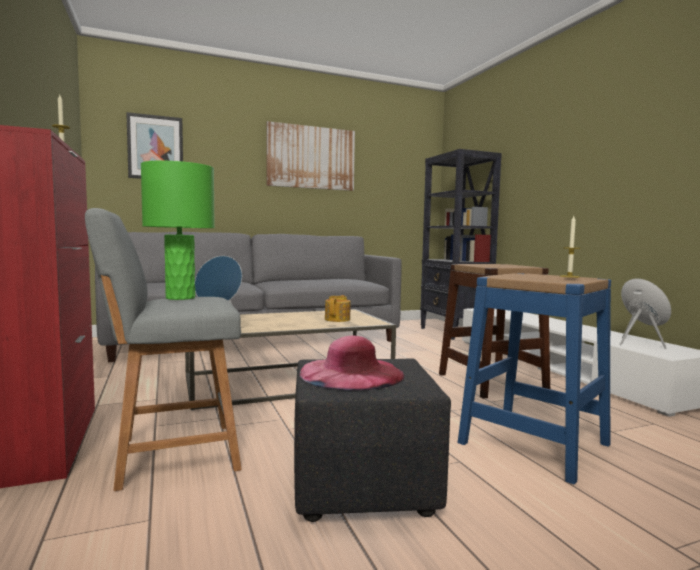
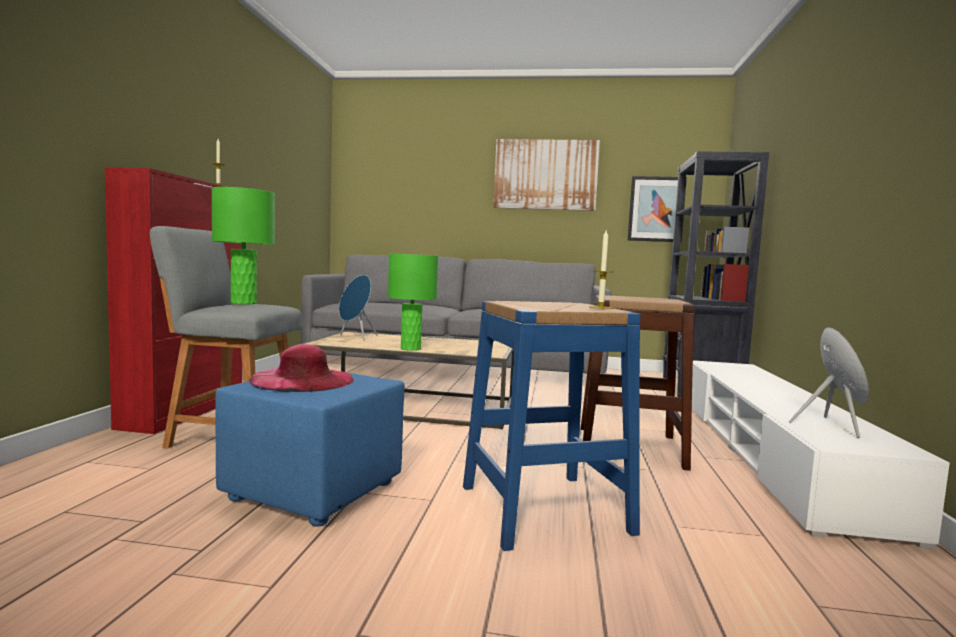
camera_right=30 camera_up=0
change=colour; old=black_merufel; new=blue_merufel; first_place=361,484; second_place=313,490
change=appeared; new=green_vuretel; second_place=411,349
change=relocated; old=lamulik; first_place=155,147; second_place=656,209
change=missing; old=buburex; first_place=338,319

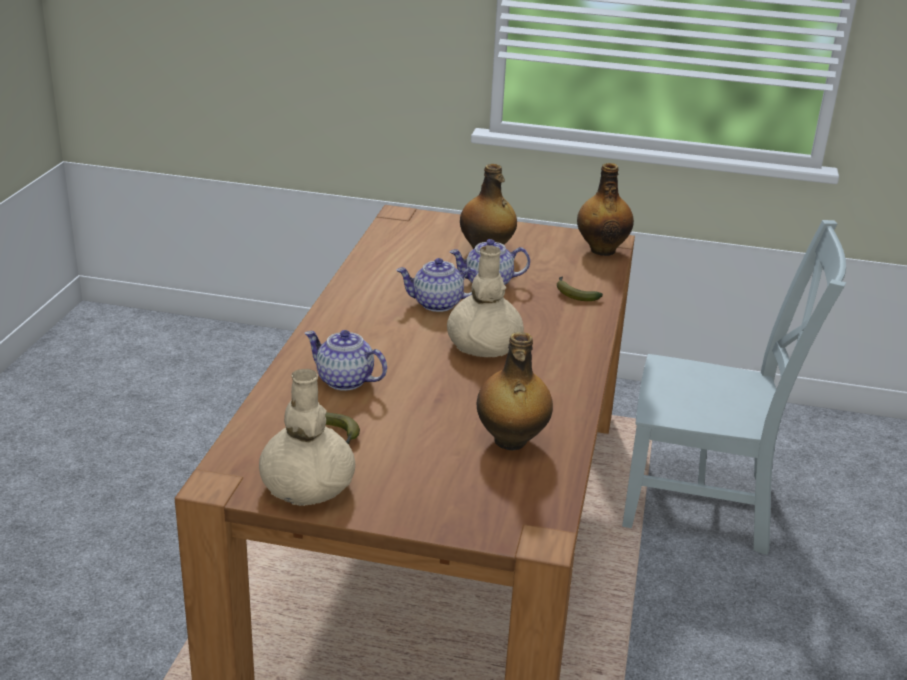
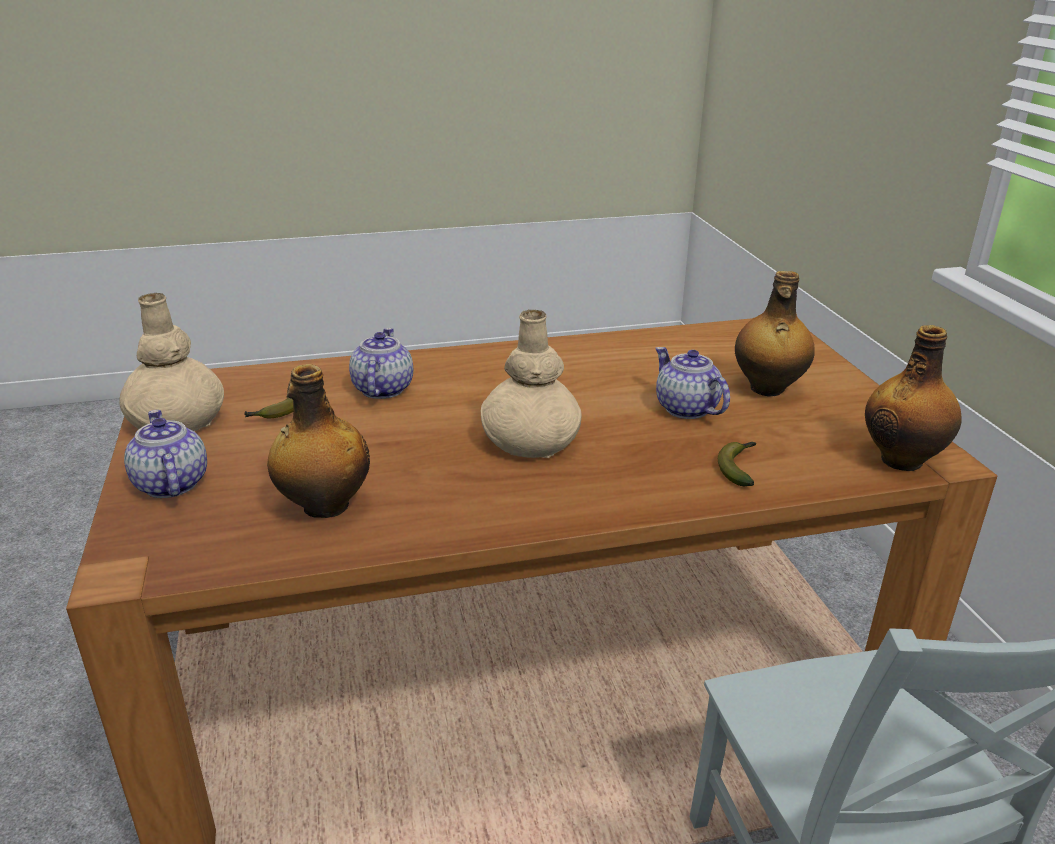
camera_right=65 camera_up=0
change=relocated; old=buburex; first_place=437,304; second_place=170,484

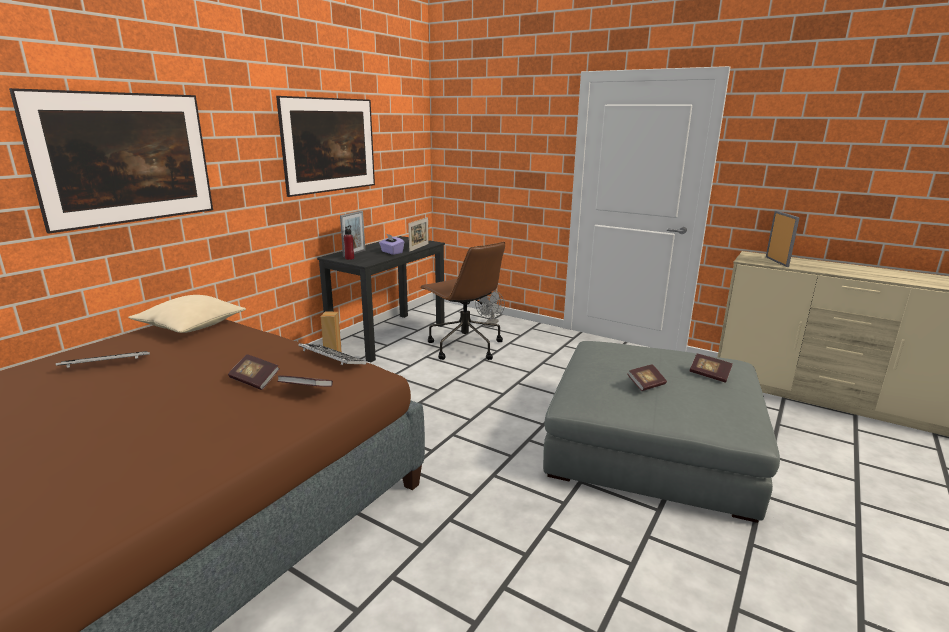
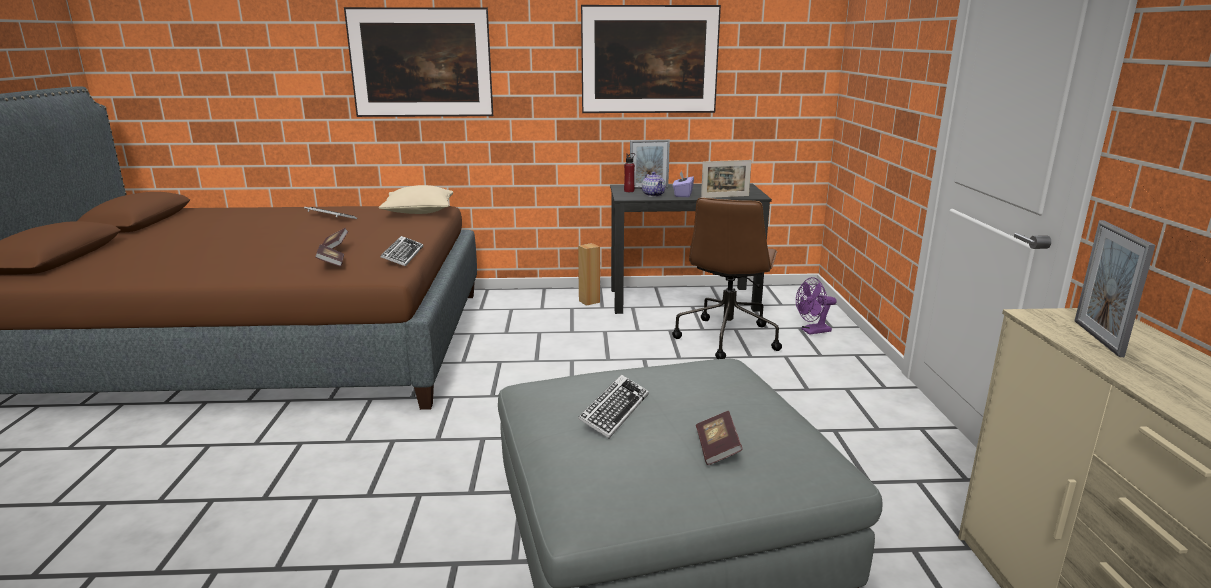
camera_right=55 camera_up=0
change=exchanged; old=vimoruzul; new=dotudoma; first_place=646,385; second_place=614,411
change=appeared; new=buburex; second_place=653,195
change=colour; old=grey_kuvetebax; new=purple_kuvetebax; first_place=490,325; second_place=812,331
change=spun; old=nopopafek; first_place=776,262; second_place=1097,338; degrees=135

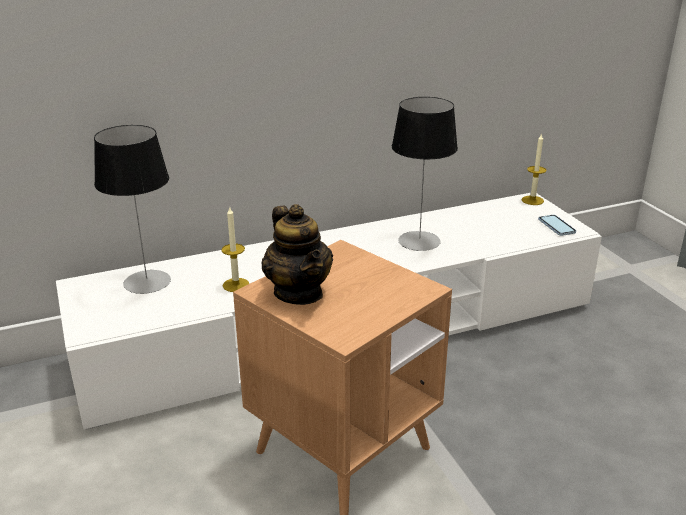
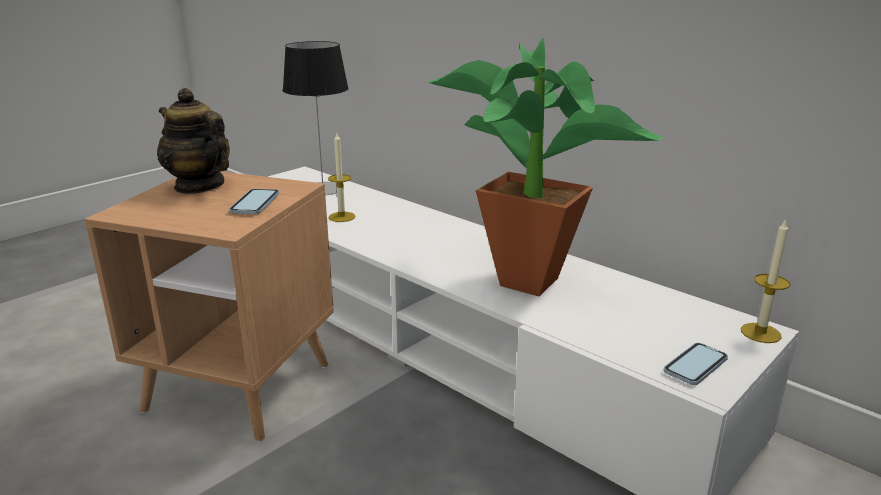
camera_right=65 camera_up=-5
change=spun; old=buburex; first_place=299,293; second_place=199,186; degrees=90
change=appeared; new=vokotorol; second_place=255,203
change=exchanged; old=vuretel; new=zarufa; first_place=419,241; second_place=521,276

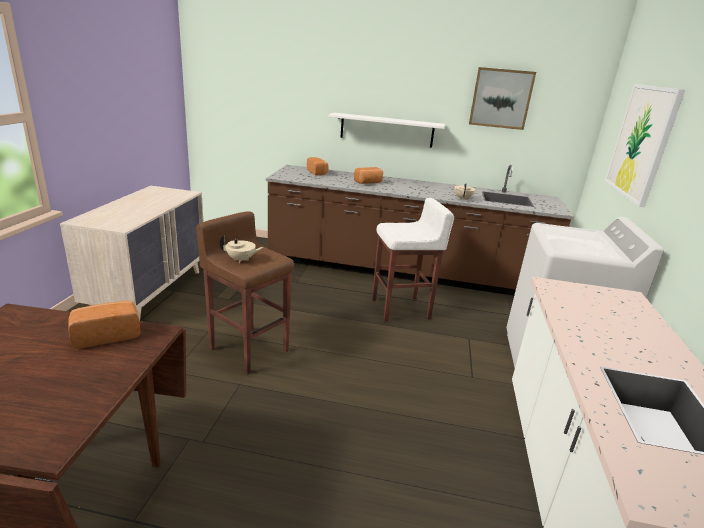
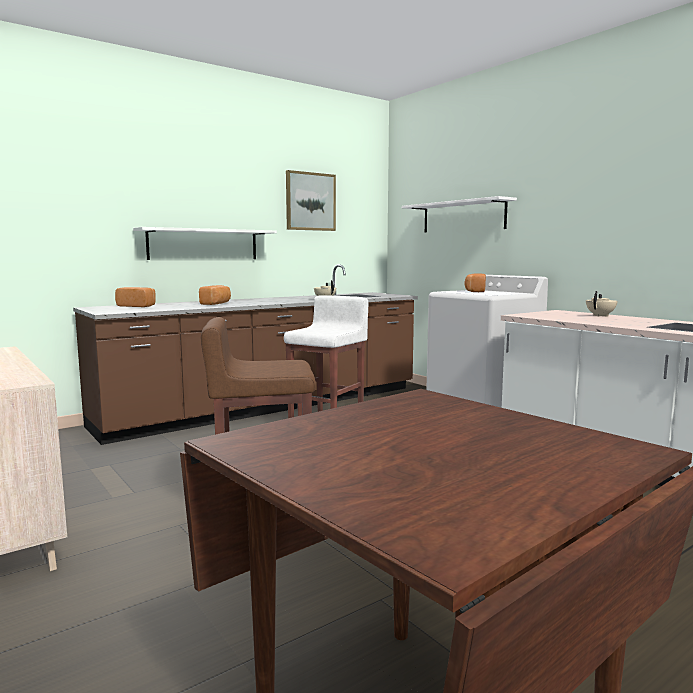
camera_right=-45 camera_up=-15
change=exchanged; old=lamulik; new=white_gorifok; first_place=641,142; second_place=463,216
change=relocated; old=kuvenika; first_place=107,335; second_place=474,291
change=relocated; old=beige_buburex; first_place=241,260; second_place=600,315

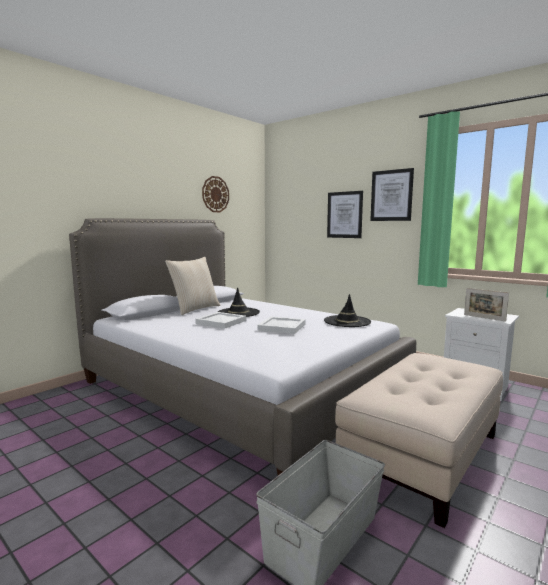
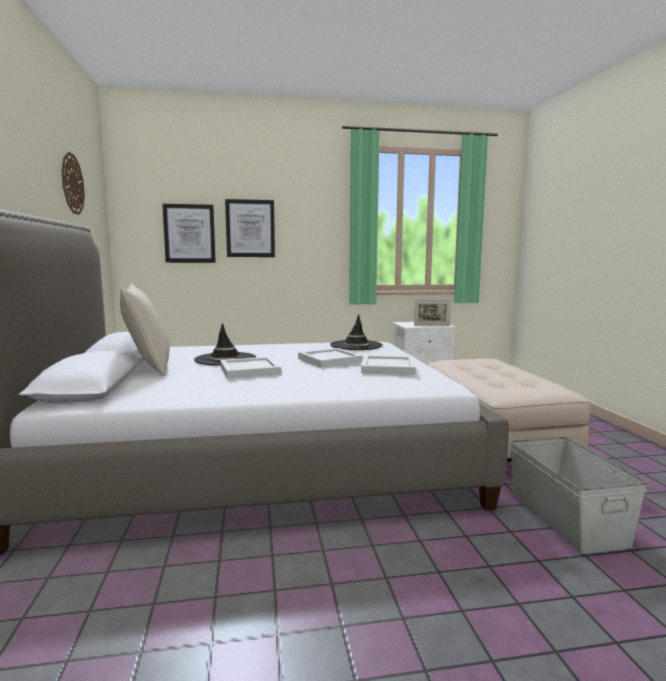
camera_right=-50 camera_up=0
change=relocated; old=lamulik; first_place=391,195; second_place=189,233
change=appeared; new=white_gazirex; second_place=388,368

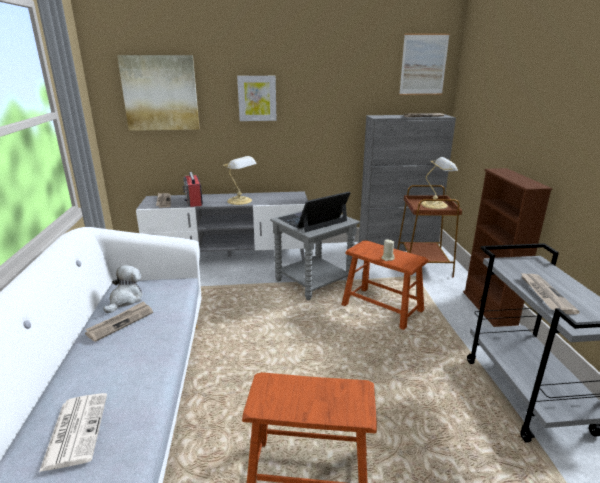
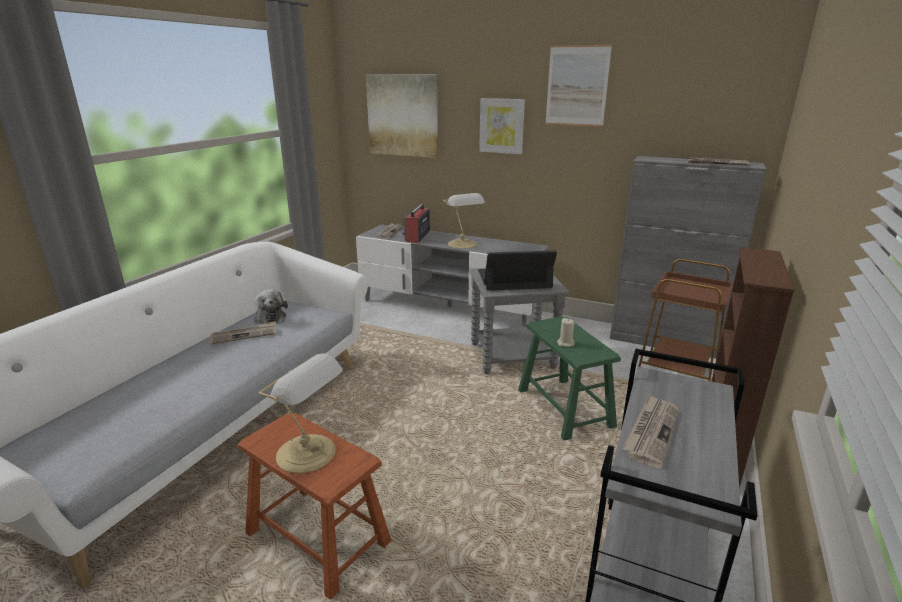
camera_right=30 camera_up=0
change=spun; old=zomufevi; first_place=125,300; second_place=270,317; degrees=105
change=relocated; old=vuretel; first_place=435,204; second_place=309,454
change=colour; old=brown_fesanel; new=green_fesanel; first_place=382,307; second_place=564,407
change=relocated; old=lamulik; first_place=423,64; second_place=577,86
change=missing; old=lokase; first_place=76,429

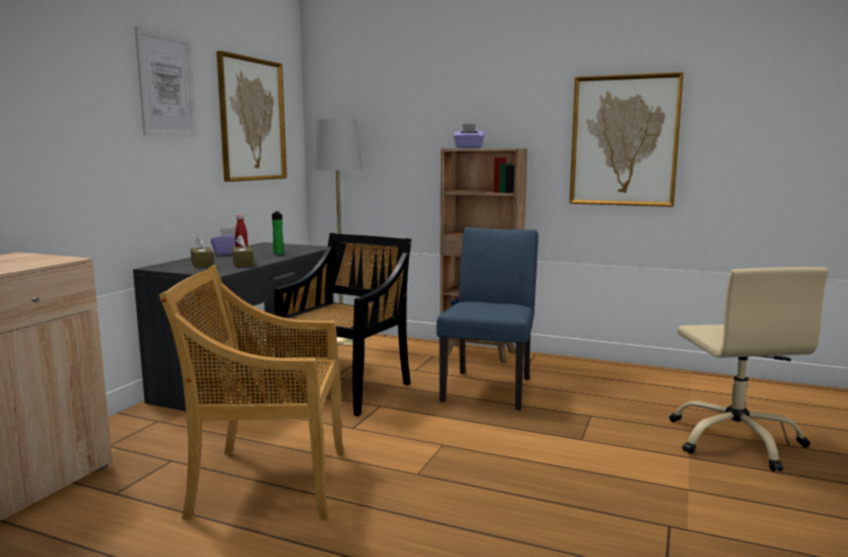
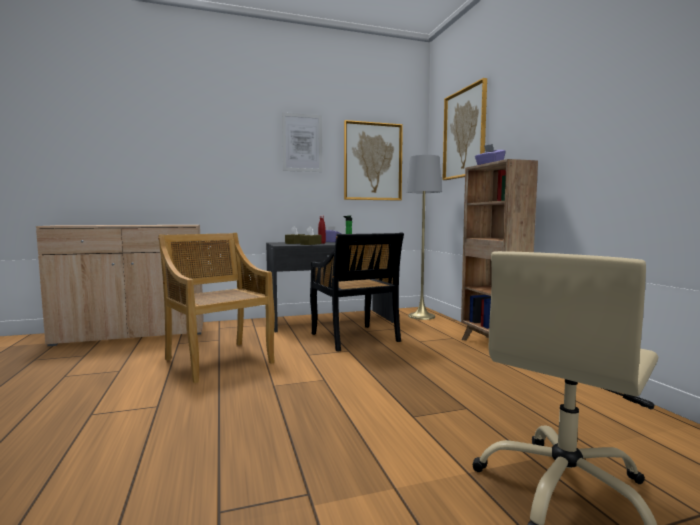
camera_right=50 camera_up=-5
change=spun; old=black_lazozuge; first_place=347,389; second_place=355,338; degrees=75
change=relocated; old=lamulik; first_place=624,141; second_place=464,133
change=missing; old=blue_lazozuge; first_place=489,386

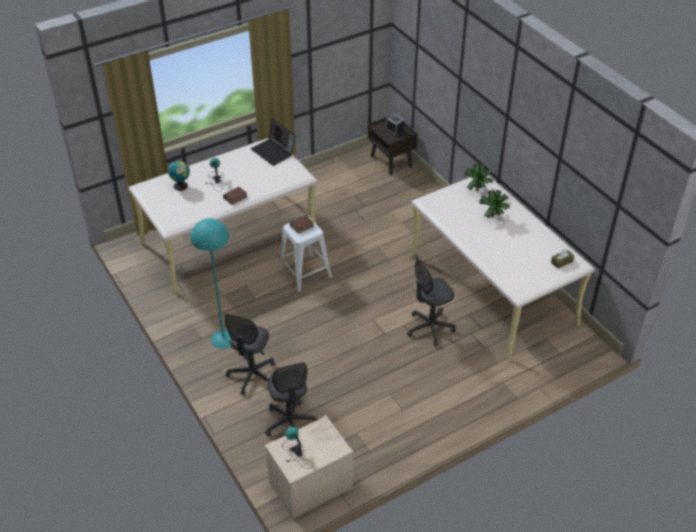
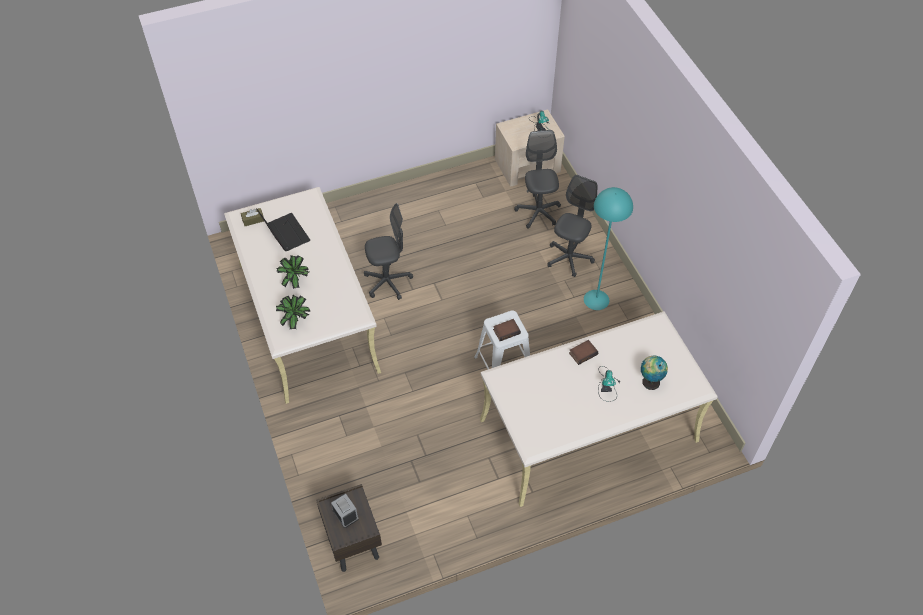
camera_right=-170 camera_up=10
change=relocated; old=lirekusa; first_place=274,152; second_place=284,234

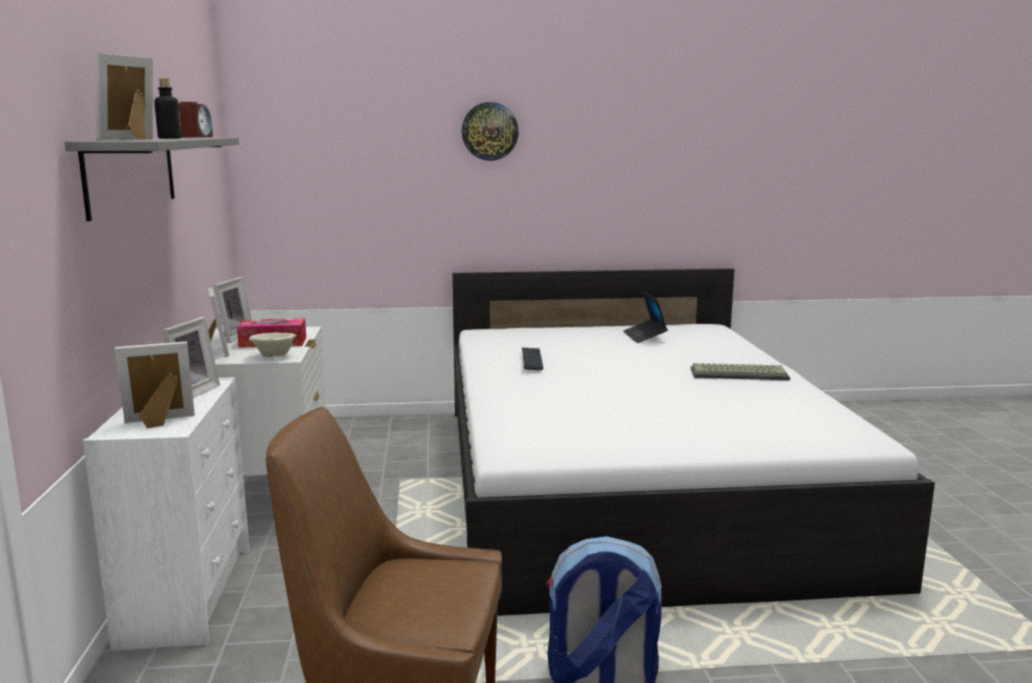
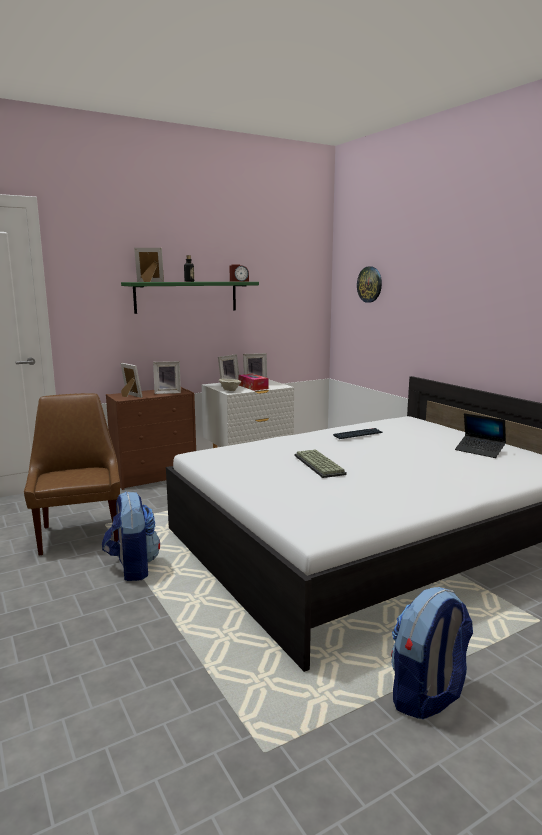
camera_right=65 camera_up=0
change=colour; old=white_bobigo; new=brown_bobigo; first_place=188,593; second_place=155,476
change=colour; old=grey_gorifok; new=green_gorifok; first_place=132,174; second_place=186,297
change=relocated; old=dotudoma; first_place=739,374; second_place=320,465
change=relocated; old=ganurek; first_place=489,131; second_place=370,284
change=appeared; new=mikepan; second_place=427,696
change=spun; old=lirekusa; first_place=644,336; second_place=479,451; degrees=-105

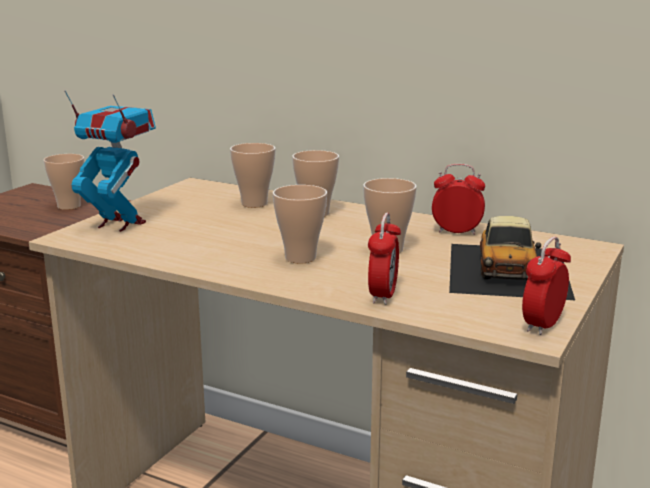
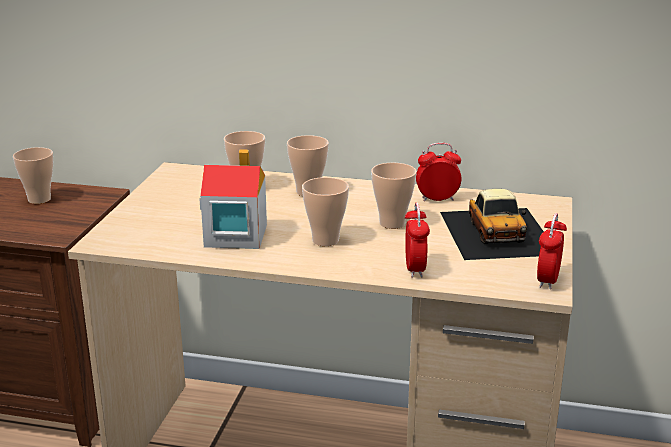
camera_right=-15 camera_up=5
change=appeared; new=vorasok; second_place=234,236
change=missing; old=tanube; first_place=120,224

